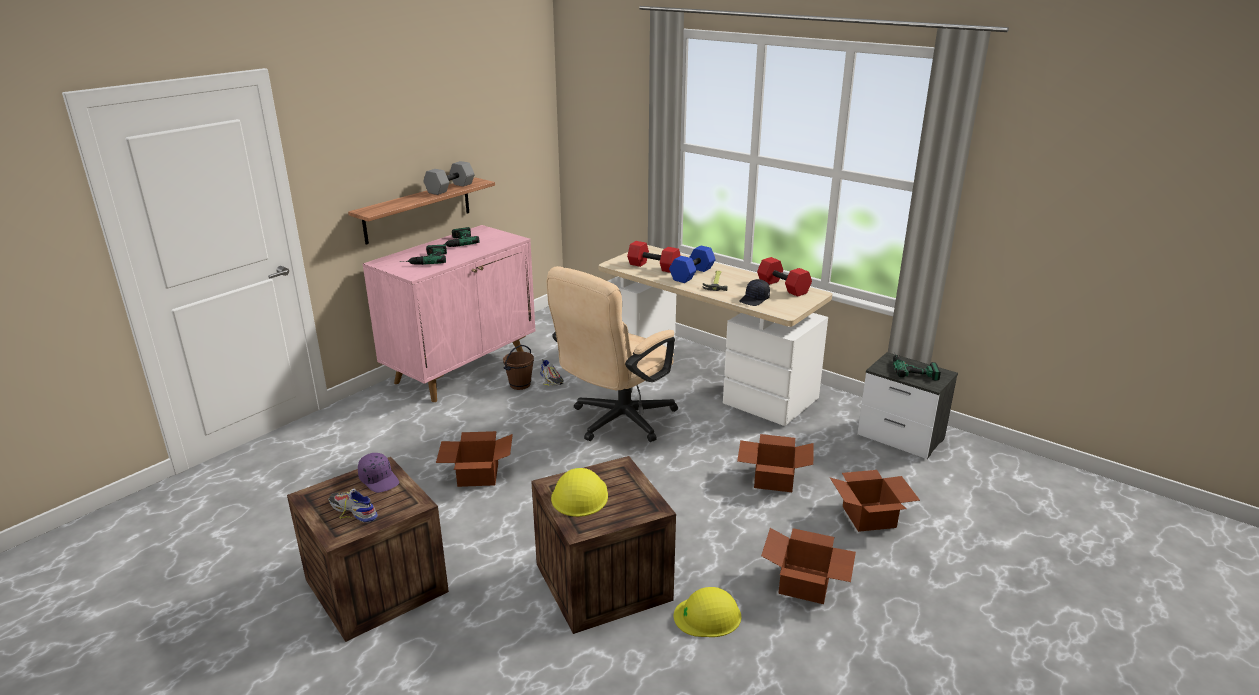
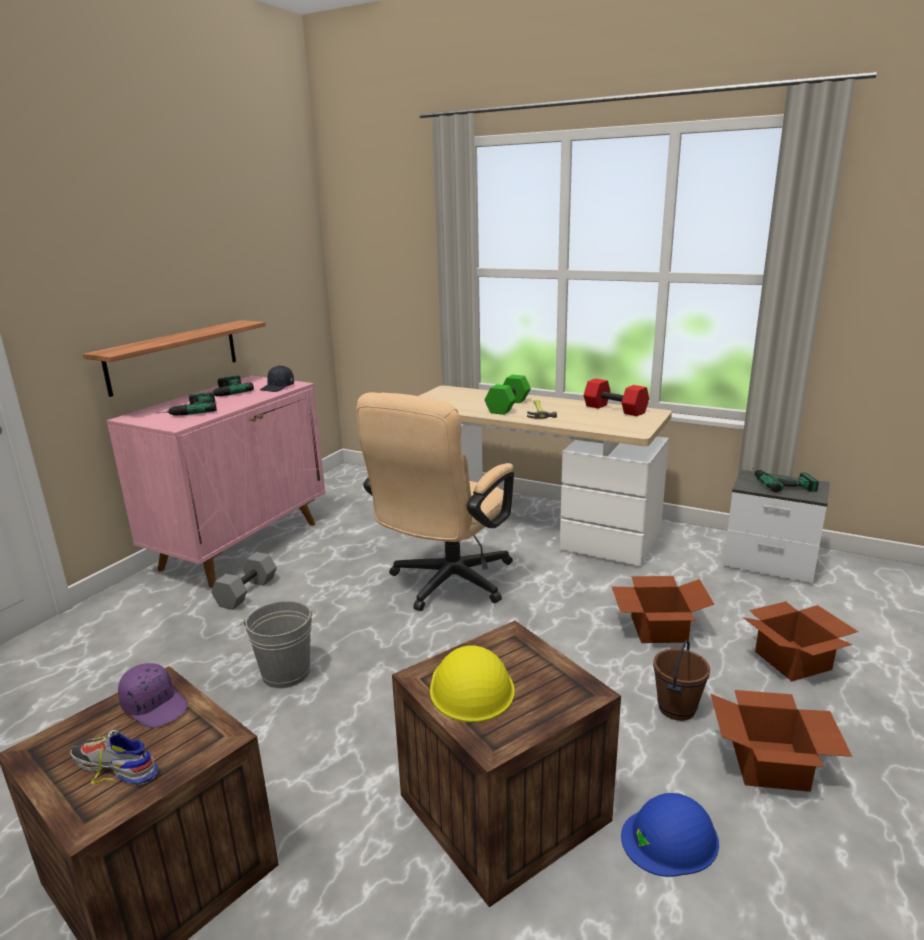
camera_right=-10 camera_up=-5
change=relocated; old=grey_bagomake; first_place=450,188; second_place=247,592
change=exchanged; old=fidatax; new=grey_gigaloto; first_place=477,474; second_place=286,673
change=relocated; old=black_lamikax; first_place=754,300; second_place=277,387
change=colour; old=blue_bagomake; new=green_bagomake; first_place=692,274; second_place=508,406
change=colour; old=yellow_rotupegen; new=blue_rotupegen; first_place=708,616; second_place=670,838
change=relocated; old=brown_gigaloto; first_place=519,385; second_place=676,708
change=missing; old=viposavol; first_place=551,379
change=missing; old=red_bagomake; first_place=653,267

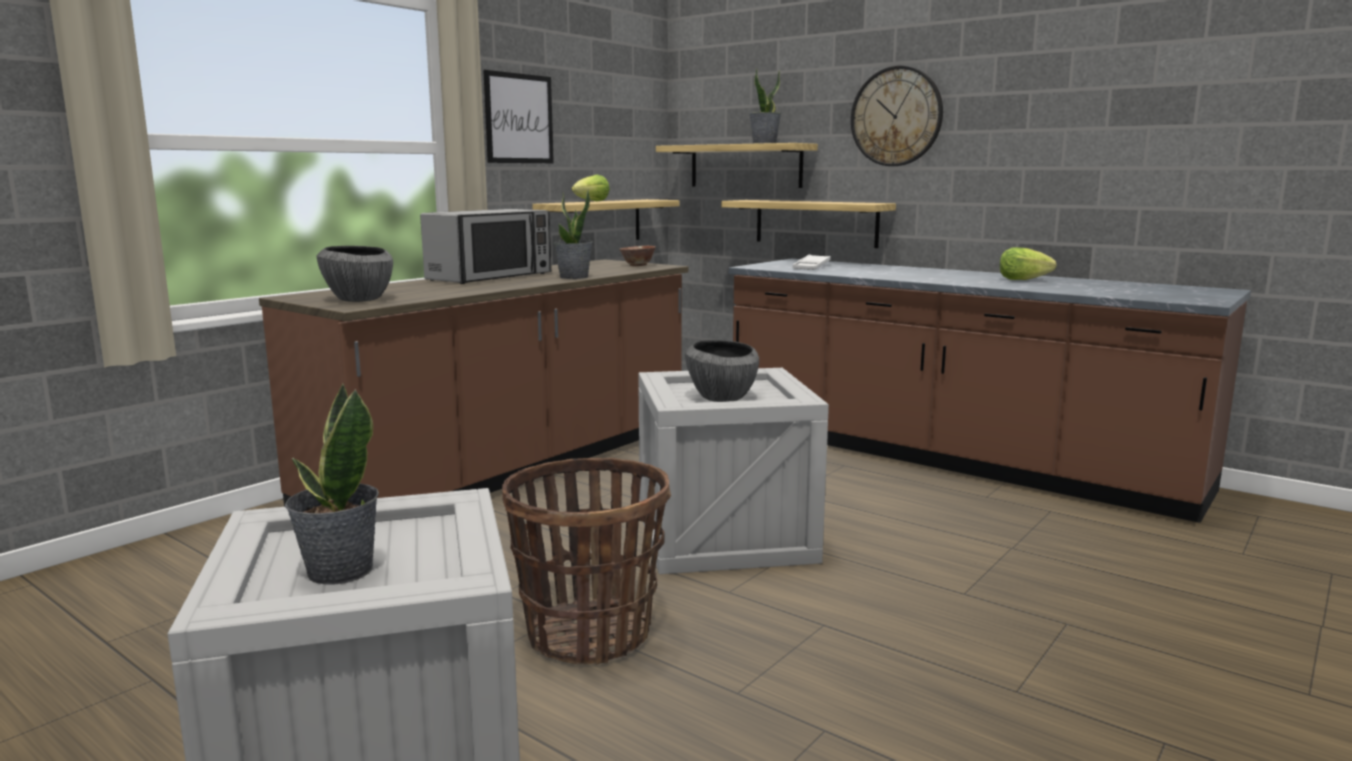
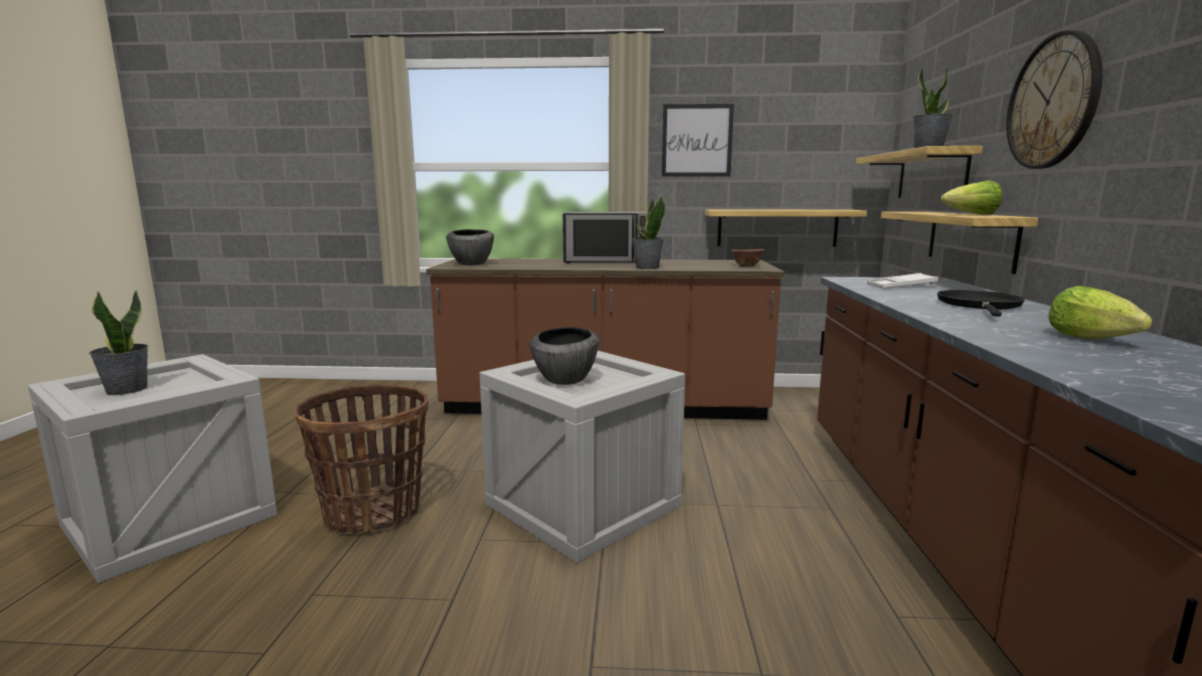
camera_right=55 camera_up=0
change=appeared; new=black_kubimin; second_place=979,305
change=relocated; old=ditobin; first_place=591,201; second_place=972,214

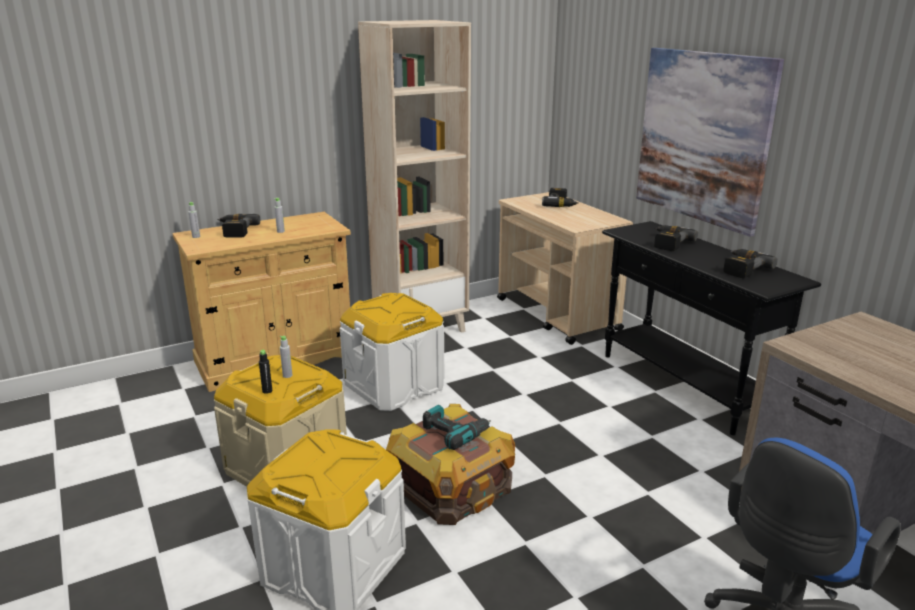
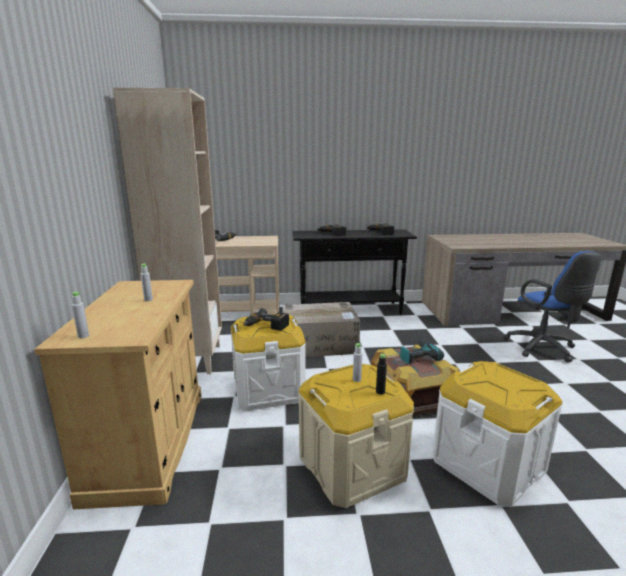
camera_right=-65 camera_up=-5
change=relocated; old=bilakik; first_place=234,231; second_place=265,326
change=appeared; new=fidatax; second_place=320,344
change=missing; old=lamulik; first_place=702,137

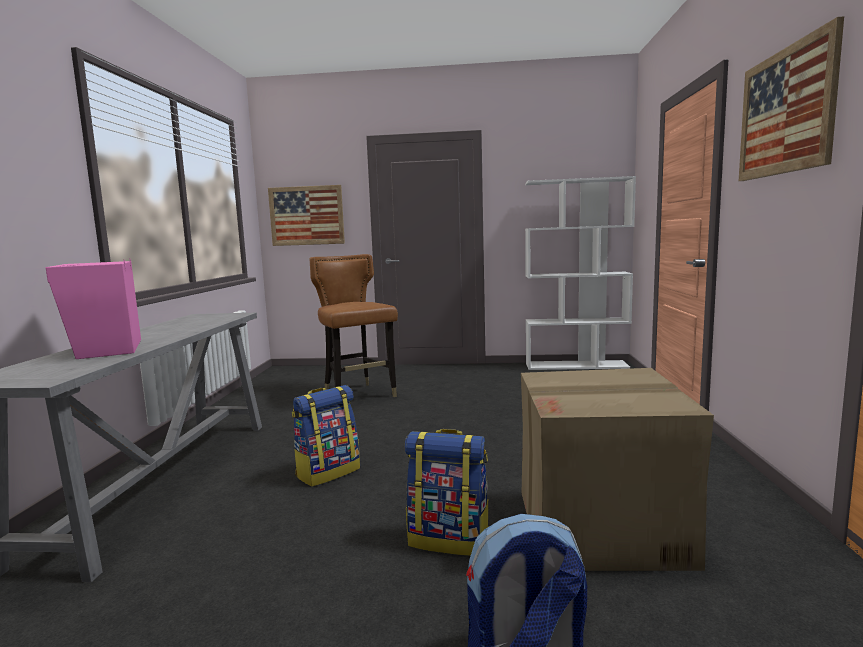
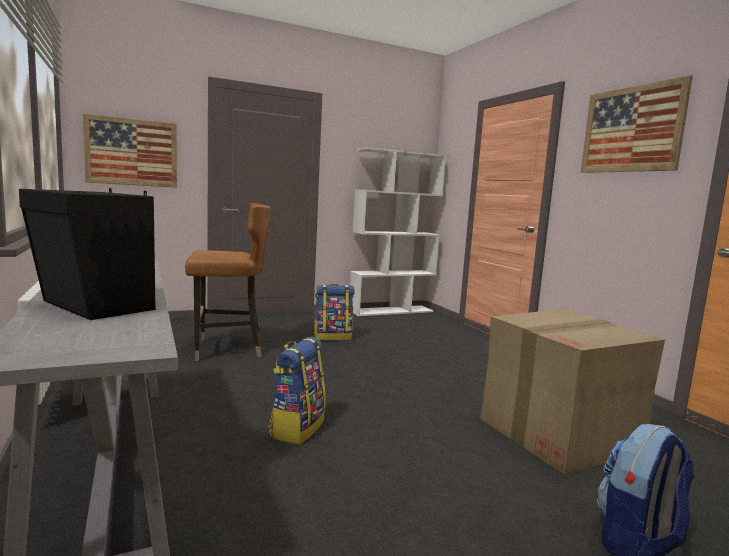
camera_right=-30 camera_up=0
change=colour; old=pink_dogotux; new=black_dogotux; first_place=105,349; second_place=93,306
change=spun; old=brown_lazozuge; first_place=358,395; second_place=227,349; degrees=135
change=relocated; old=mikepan; first_place=449,539; second_place=333,337

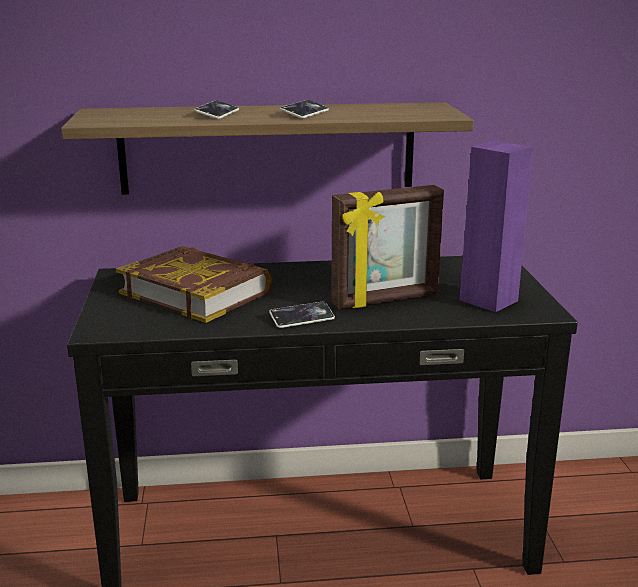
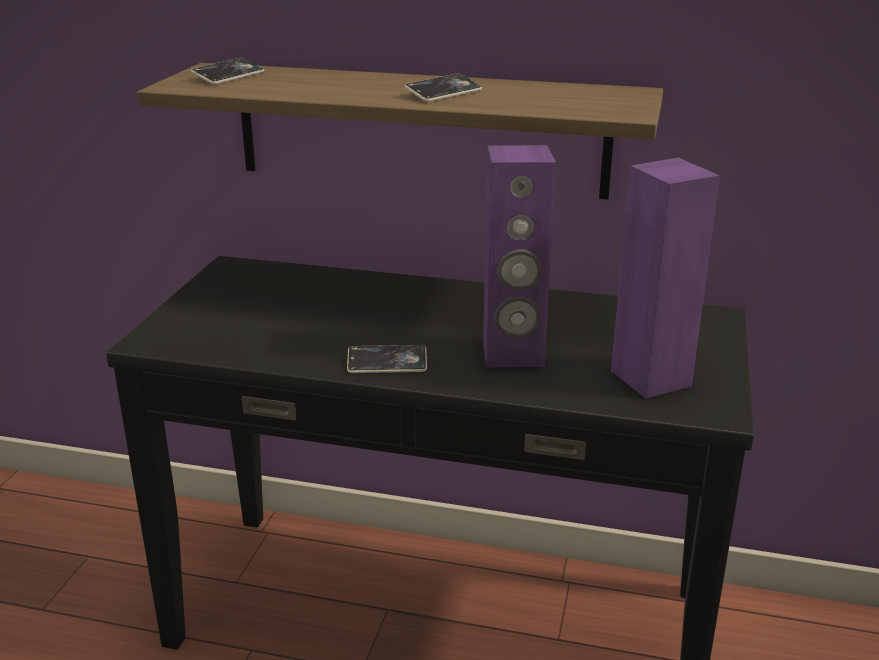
camera_right=20 camera_up=5
change=relocated; old=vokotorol; first_place=217,114; second_place=229,76
change=exchanged; old=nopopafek; new=purple_dogotux; first_place=386,300; second_place=513,355
change=missing; old=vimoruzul; first_place=196,292

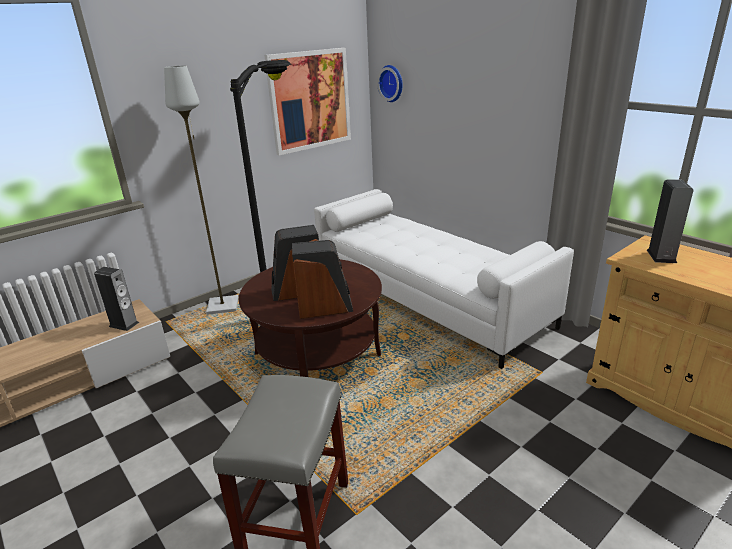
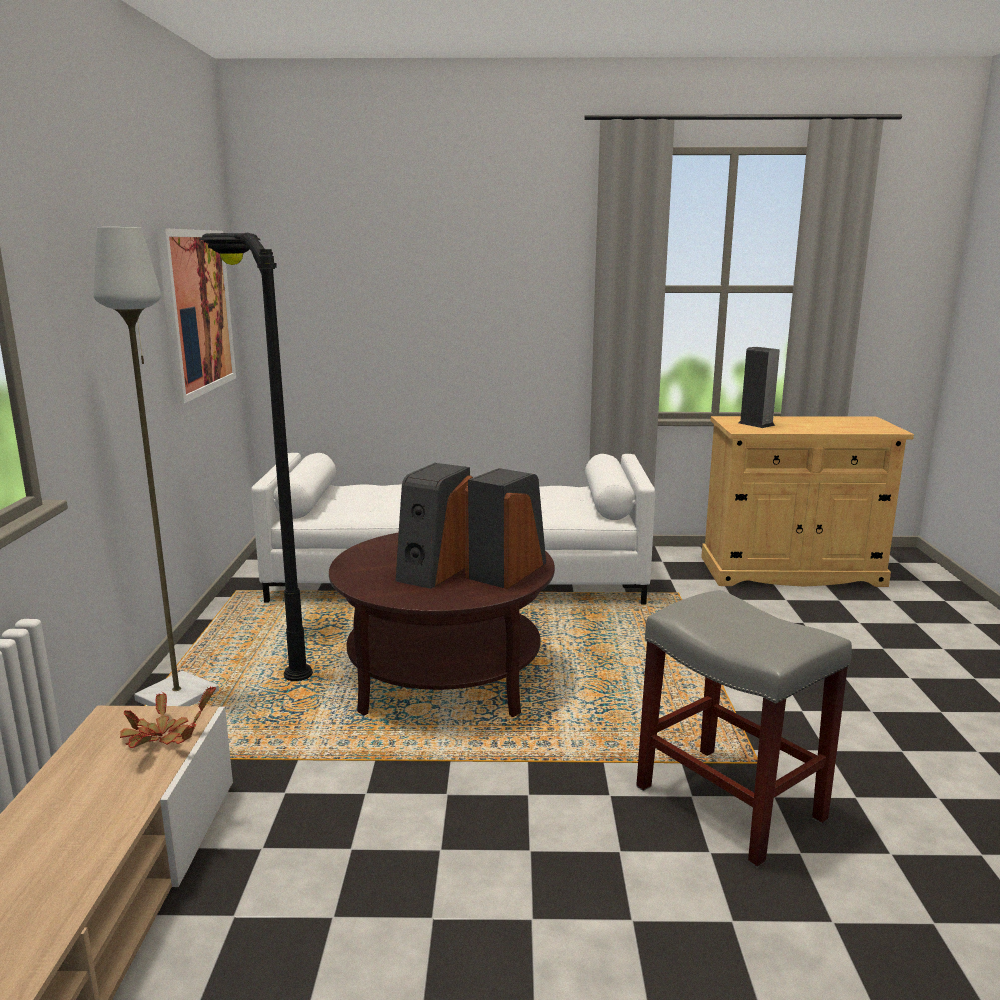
camera_right=-50 camera_up=-10
change=exchanged; old=dogotux; new=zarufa; first_place=124,324; second_place=161,739
change=missing; old=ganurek; first_place=392,83

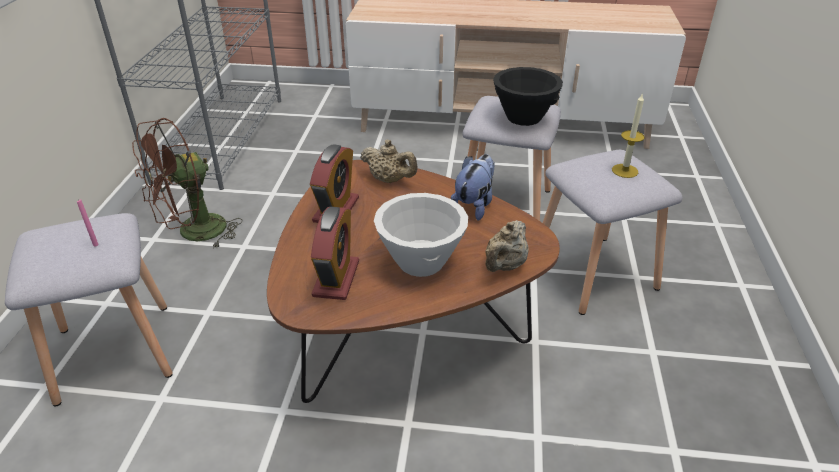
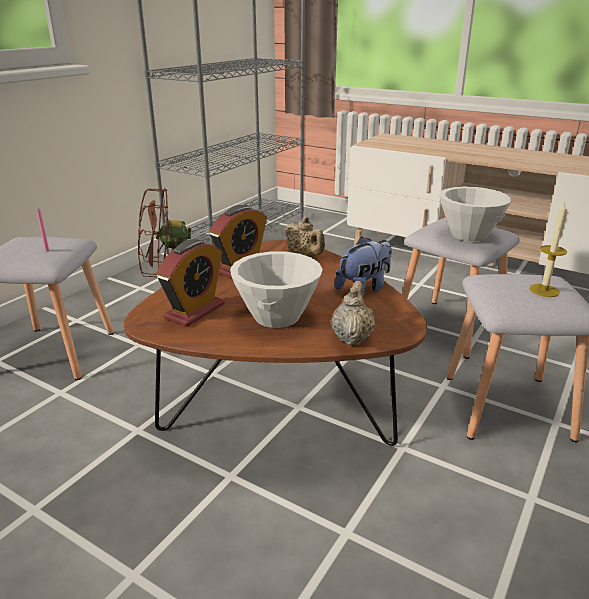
camera_right=25 camera_up=-10
change=spun; old=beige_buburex; first_place=504,266; second_place=352,337; degrees=135
change=colour; old=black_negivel; new=white_negivel; first_place=523,117; second_place=469,235

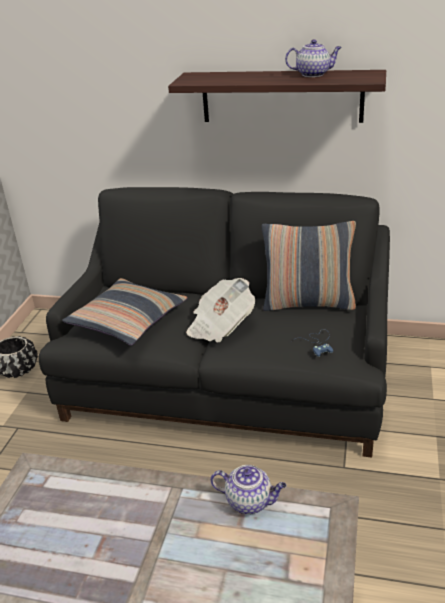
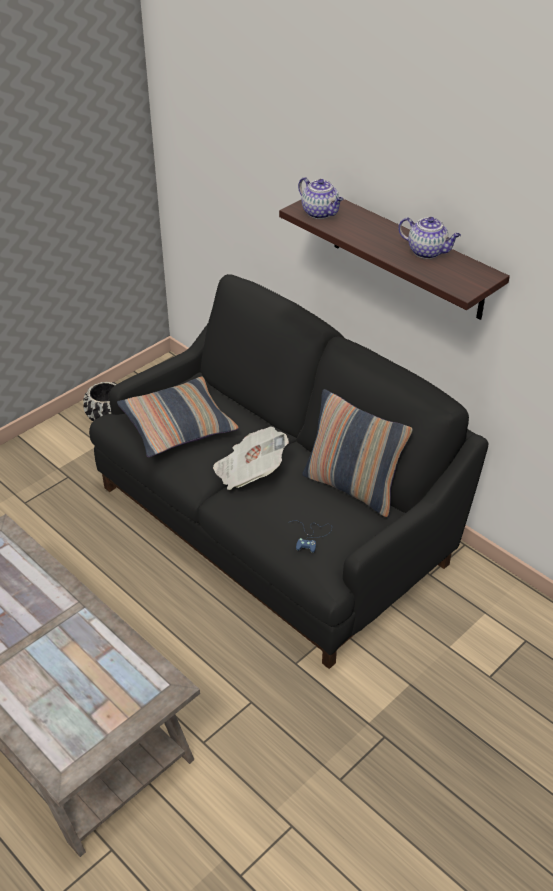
camera_right=30 camera_up=10
change=relocated; old=buburex; first_place=250,501; second_place=320,213

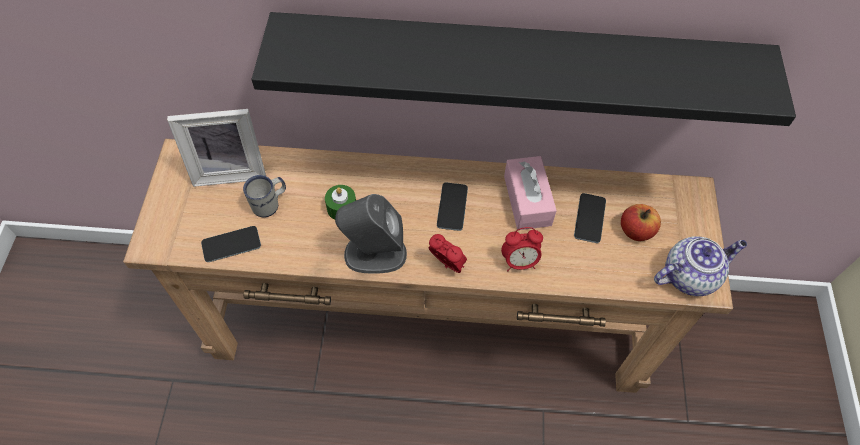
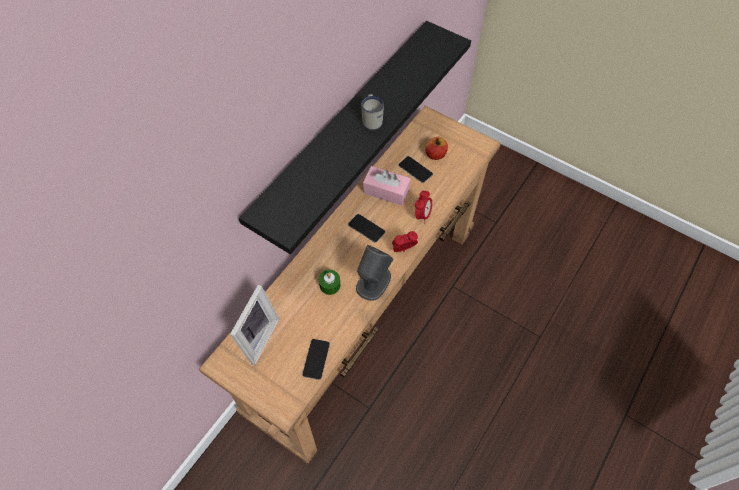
camera_right=-60 camera_up=0
change=relocated; old=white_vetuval; first_place=270,204; second_place=372,120
change=missing; old=buburex; first_place=690,275

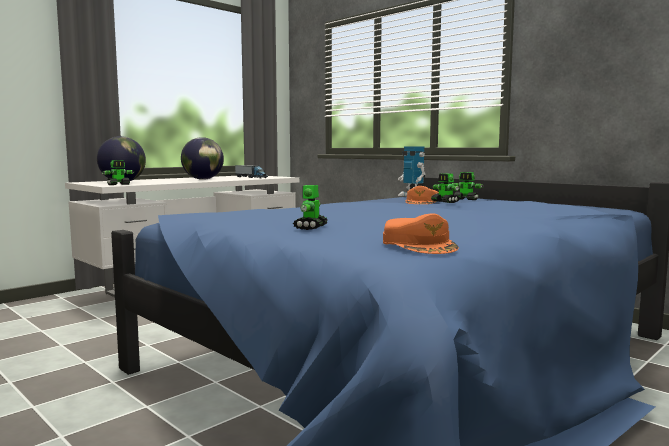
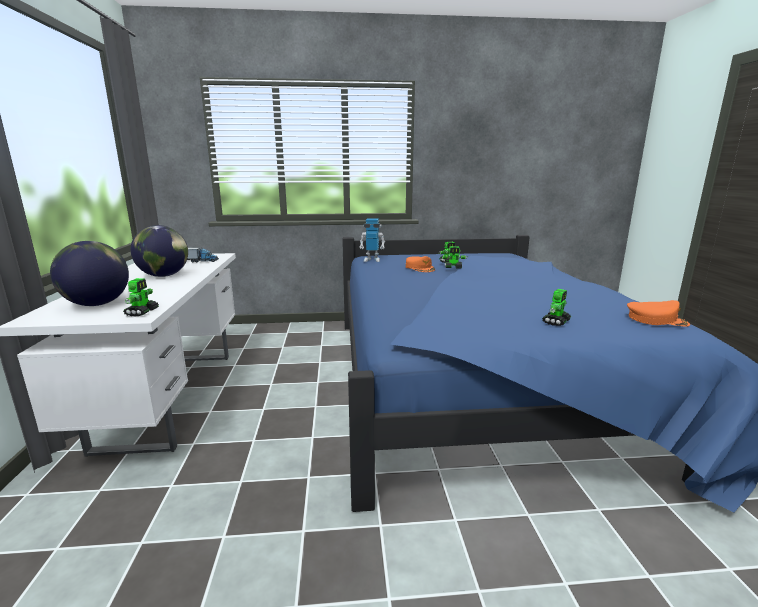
camera_right=-50 camera_up=10
change=spun; old=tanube; first_place=310,227; second_place=556,322; degrees=-105

